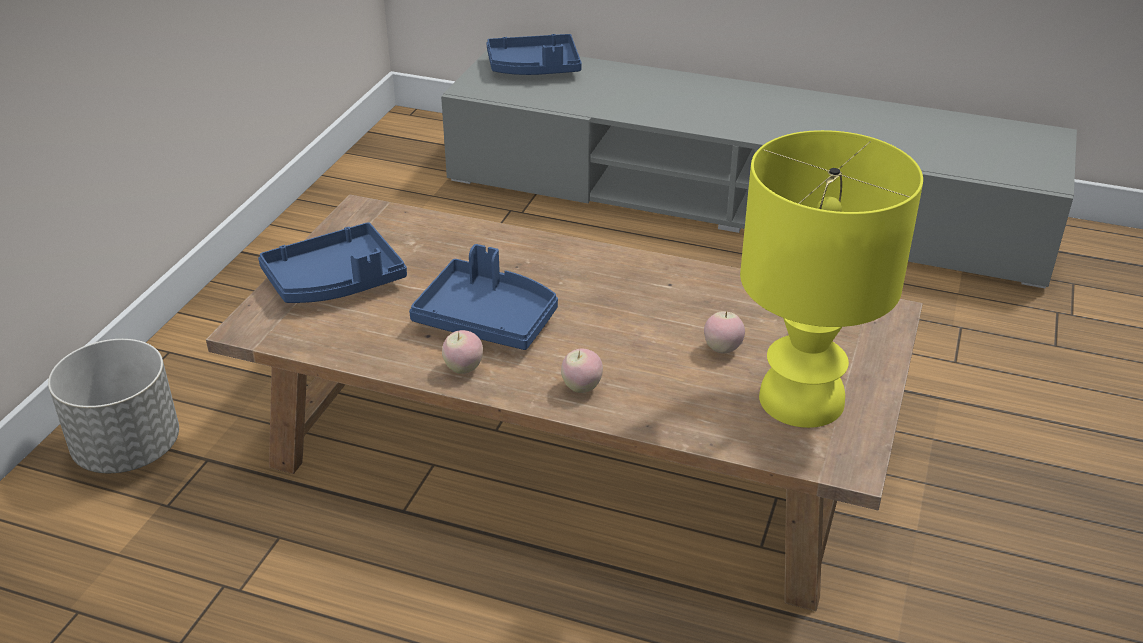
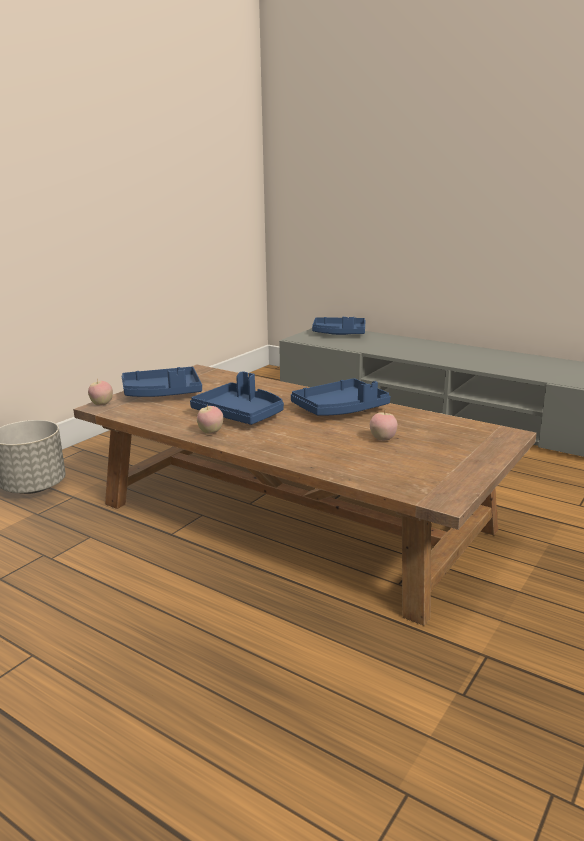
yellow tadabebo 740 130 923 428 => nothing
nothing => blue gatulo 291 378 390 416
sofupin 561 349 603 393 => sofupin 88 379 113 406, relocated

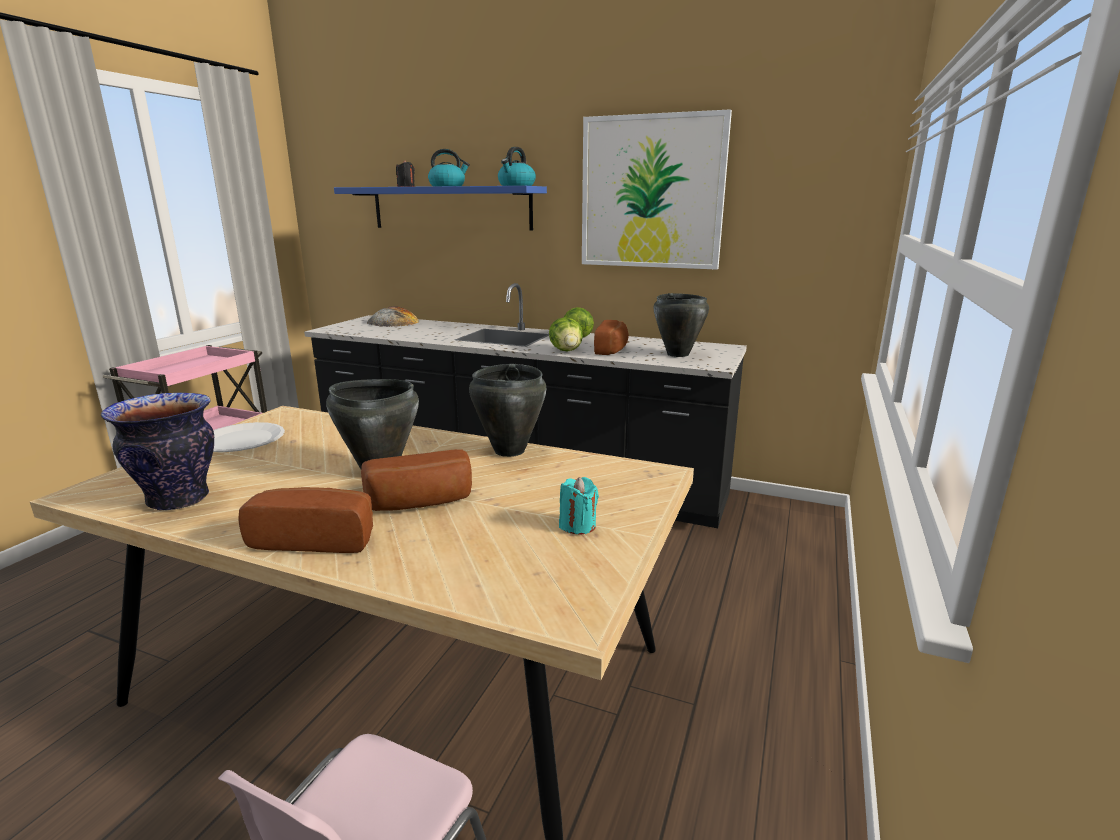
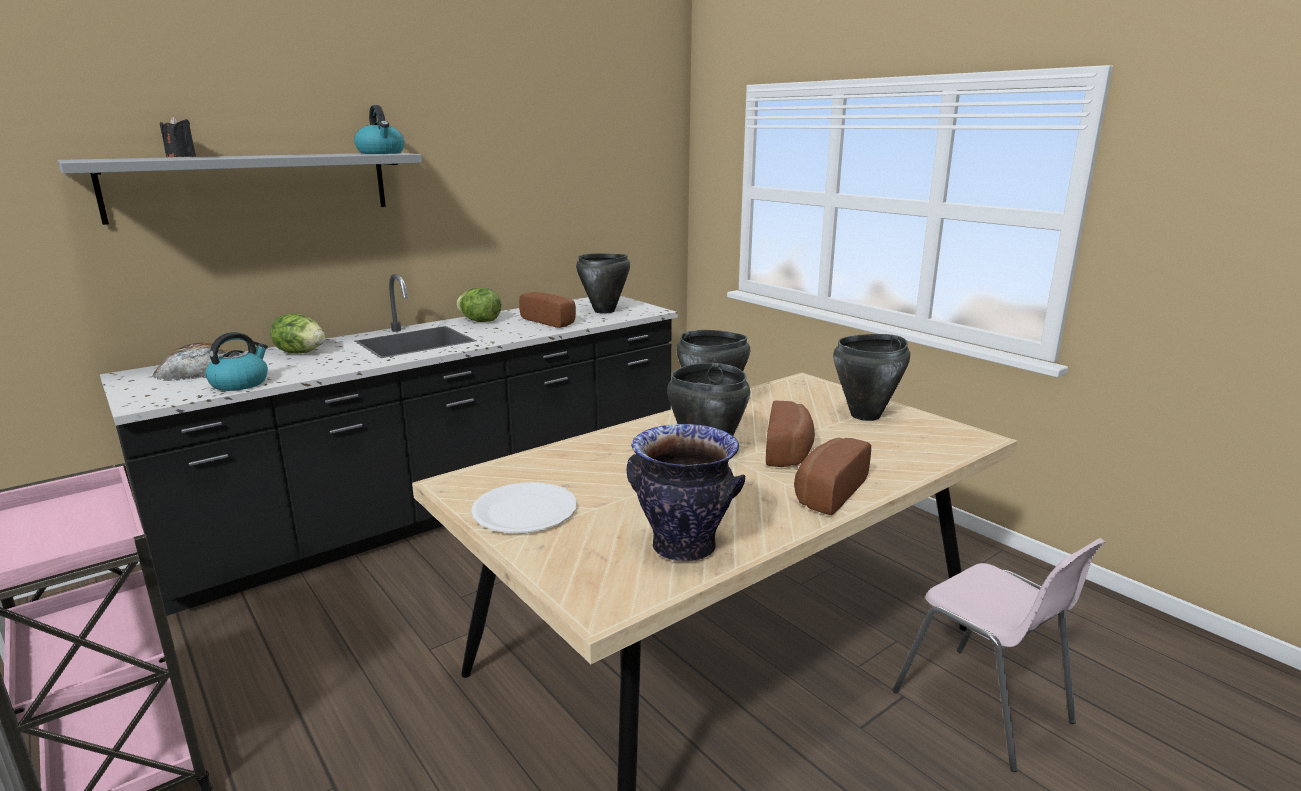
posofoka 582 109 732 270 => nothing
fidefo 428 149 470 186 => fidefo 205 332 268 391, relocated
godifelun 549 317 583 352 => godifelun 270 314 325 353, relocated
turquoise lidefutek 559 477 599 535 => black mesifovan 833 334 910 421
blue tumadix 334 186 547 231 => grey tumadix 57 153 422 225

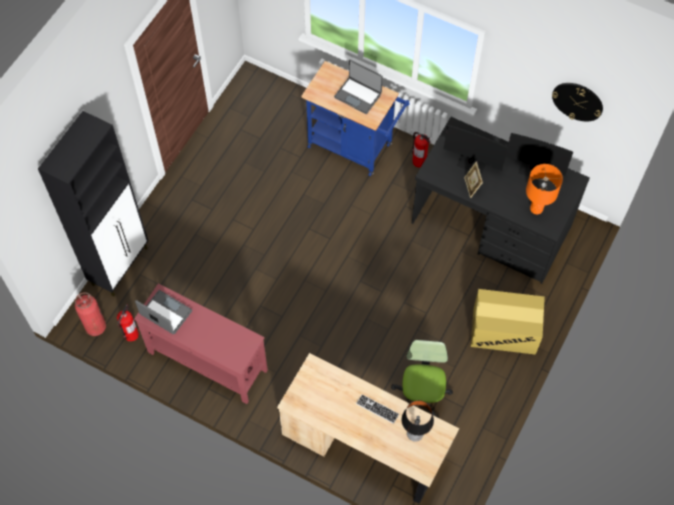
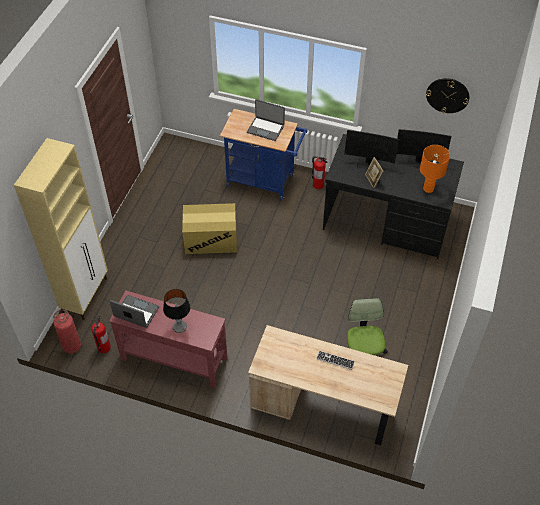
tadabebo 402 400 434 442 => tadabebo 163 289 190 333, relocated
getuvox 471 289 545 355 => getuvox 182 203 237 254, relocated
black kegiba 38 111 148 297 => beige kegiba 14 138 108 320

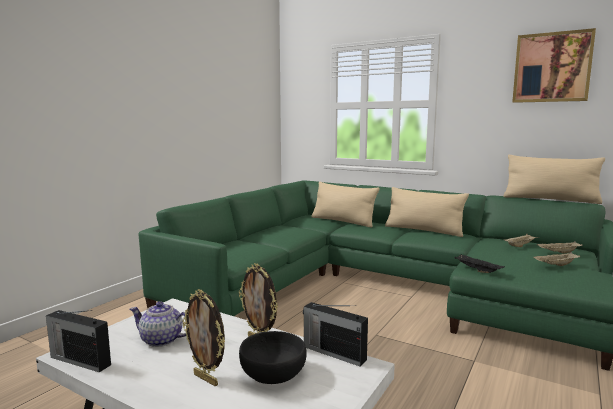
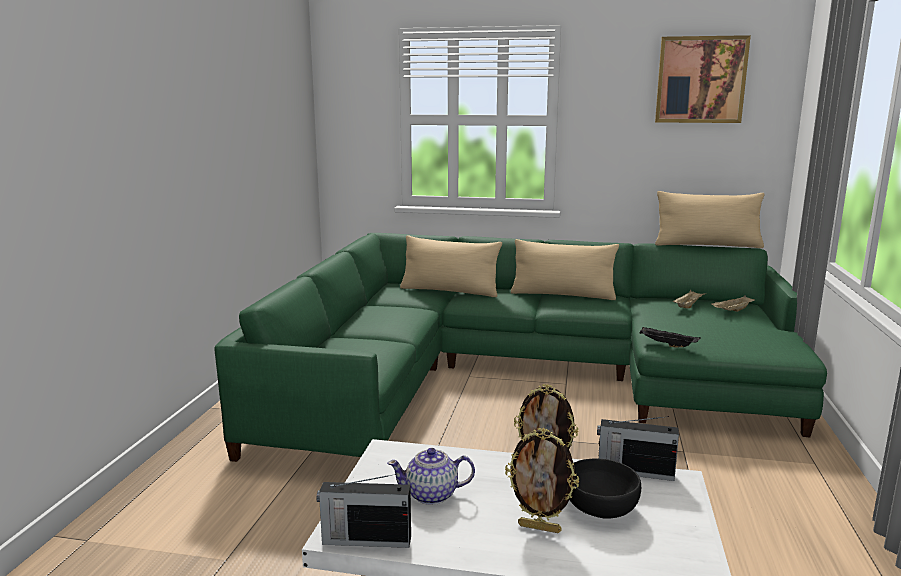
beige gatulo 533 252 580 266 => nothing

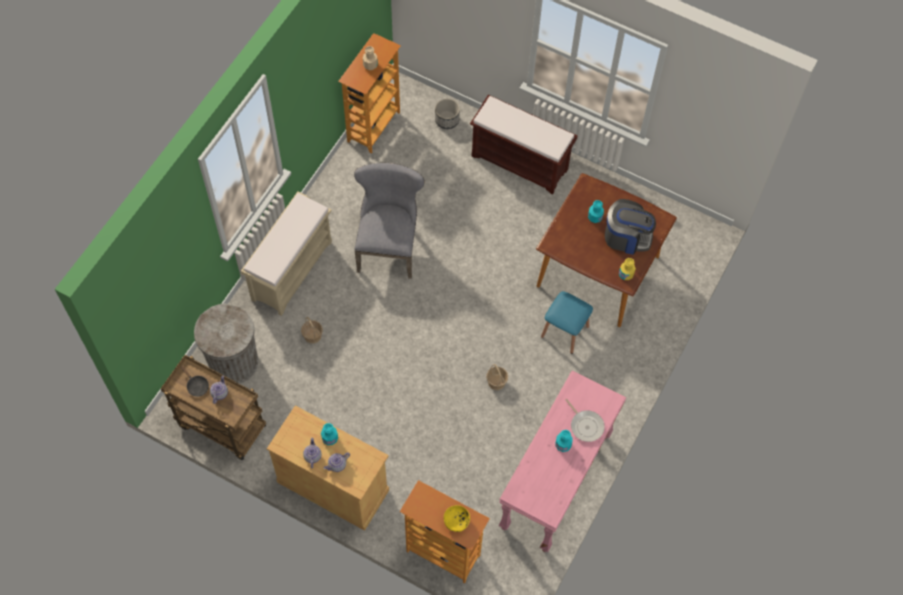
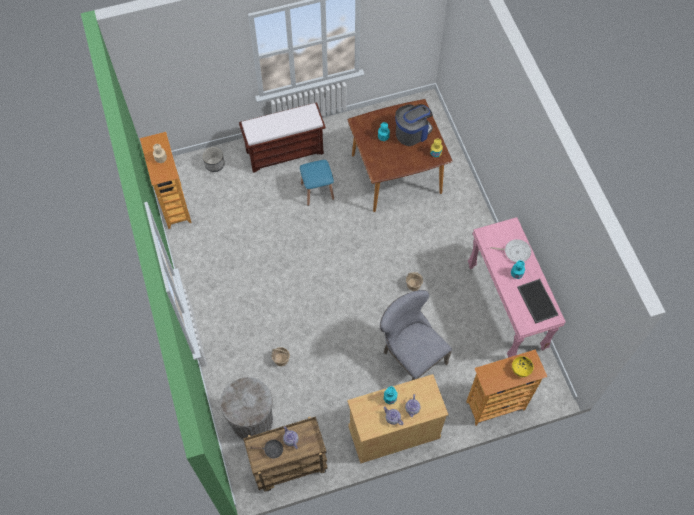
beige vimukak 241 192 332 316 => nothing
nothing => gatulo 517 279 559 323
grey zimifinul 354 163 424 279 => grey zimifinul 380 290 452 380, relocated
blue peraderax 541 291 593 354 => blue peraderax 300 160 334 206, relocated

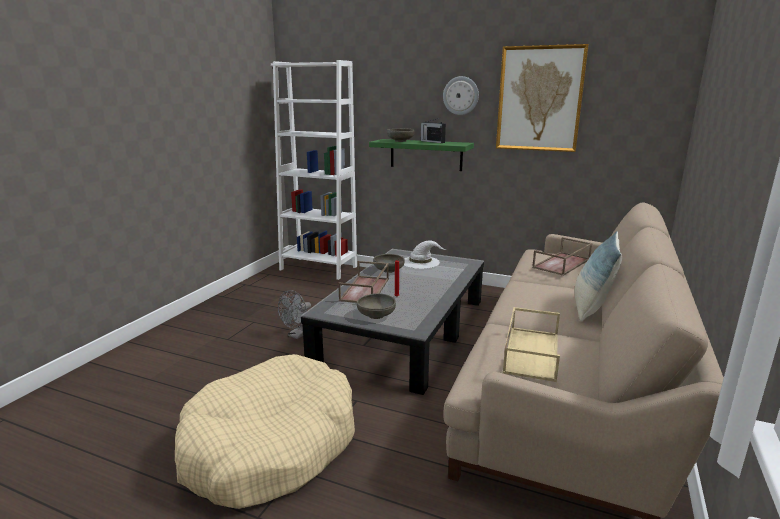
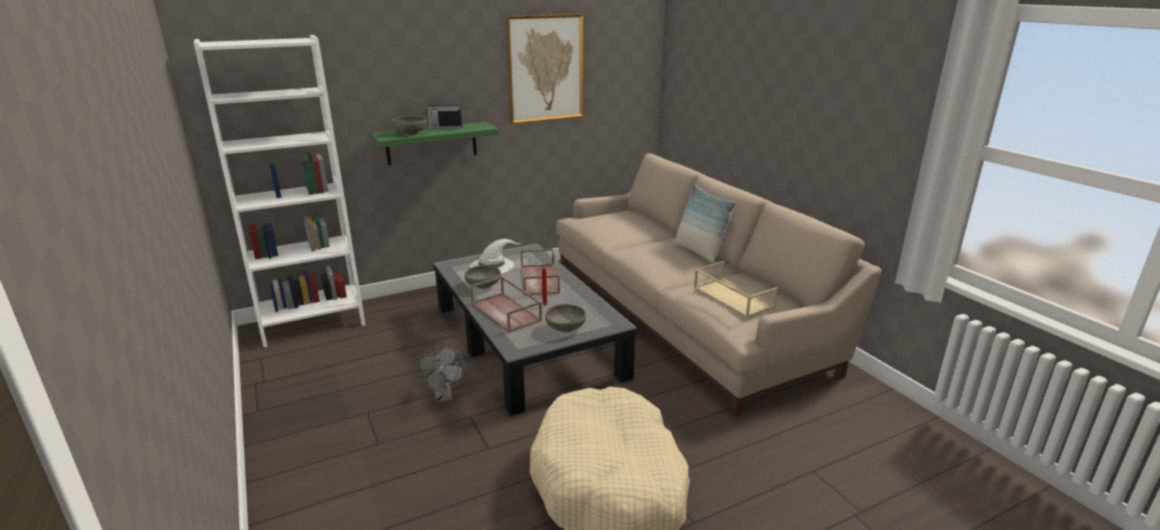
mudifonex 443 76 479 115 => nothing
brown gatulo 532 237 592 276 => brown gatulo 521 249 560 296, relocated

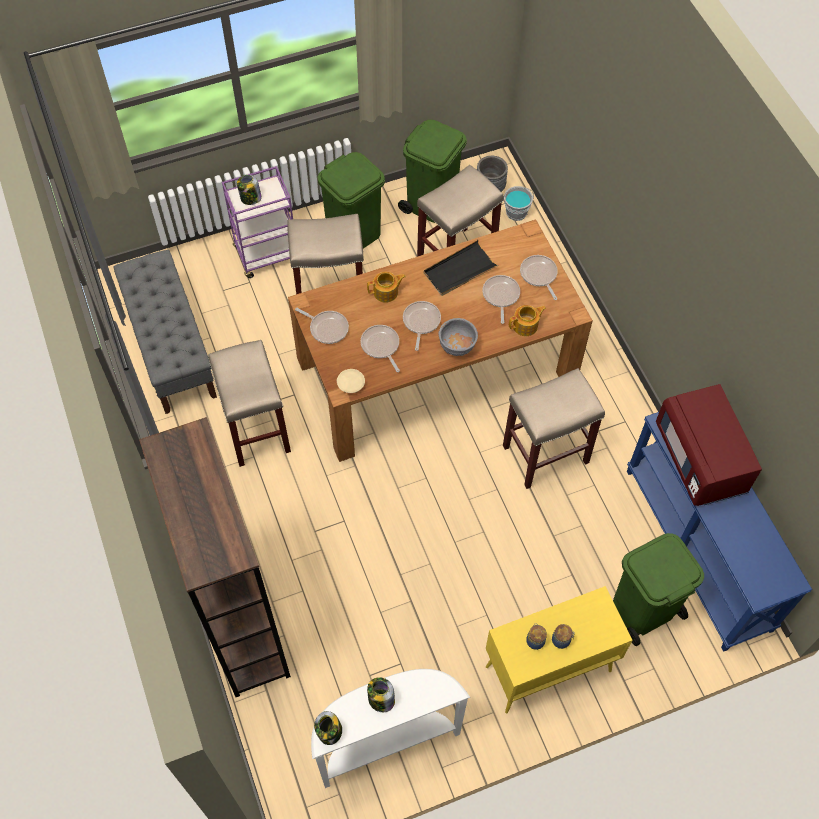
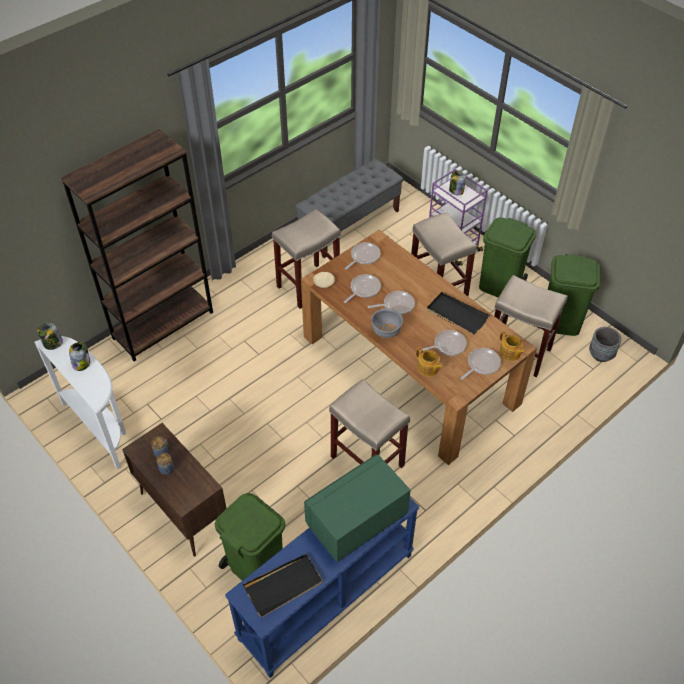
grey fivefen 503 186 534 221 => nothing
nothing => black gatulo 243 554 323 617
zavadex 367 272 406 303 => zavadex 499 331 526 361, relocated
yellow kegiba 486 586 633 713 => brown kegiba 122 423 227 557
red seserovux 656 384 762 506 => green seserovux 304 454 411 563
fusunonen 295 308 349 344 => fusunonen 345 242 380 270, 150 degrees counterclockwise

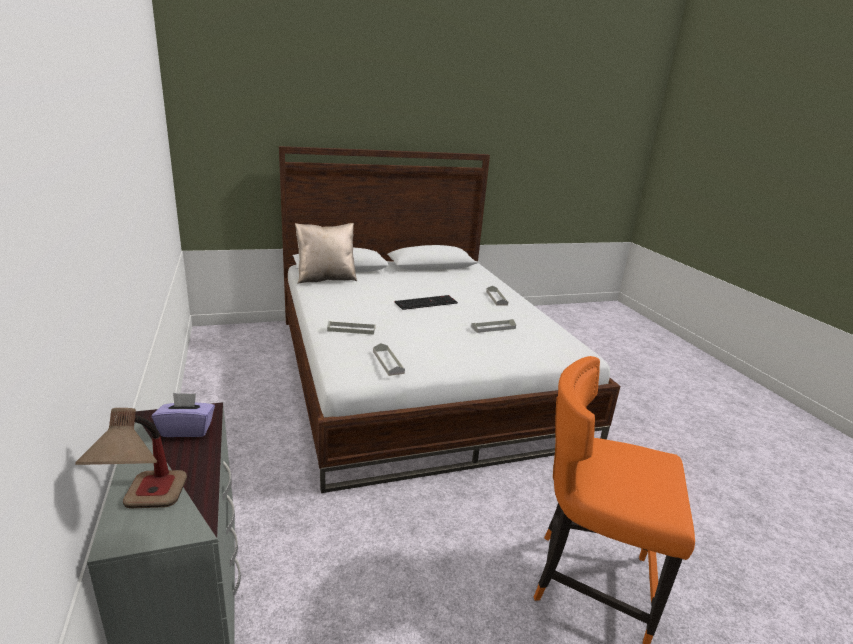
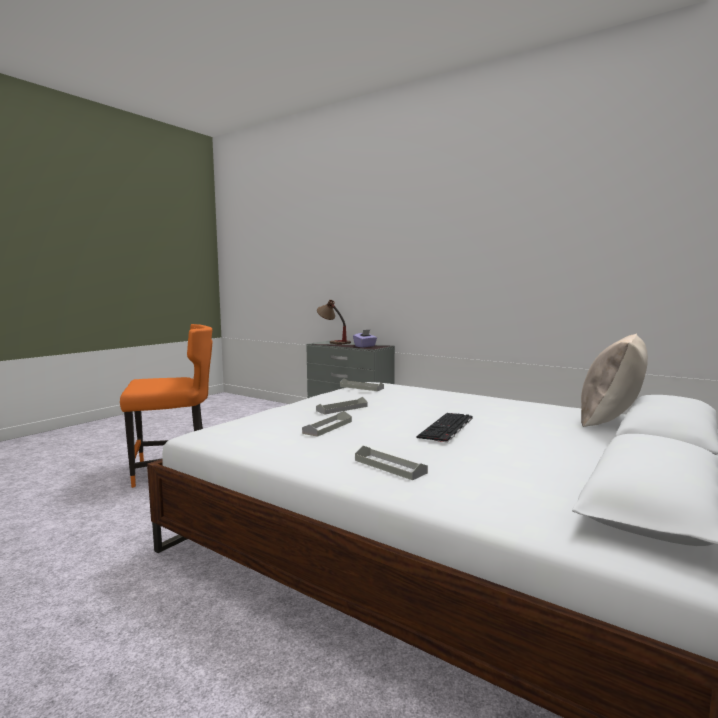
grey gatulo 327 321 376 335 => grey gatulo 316 397 367 414, relocated

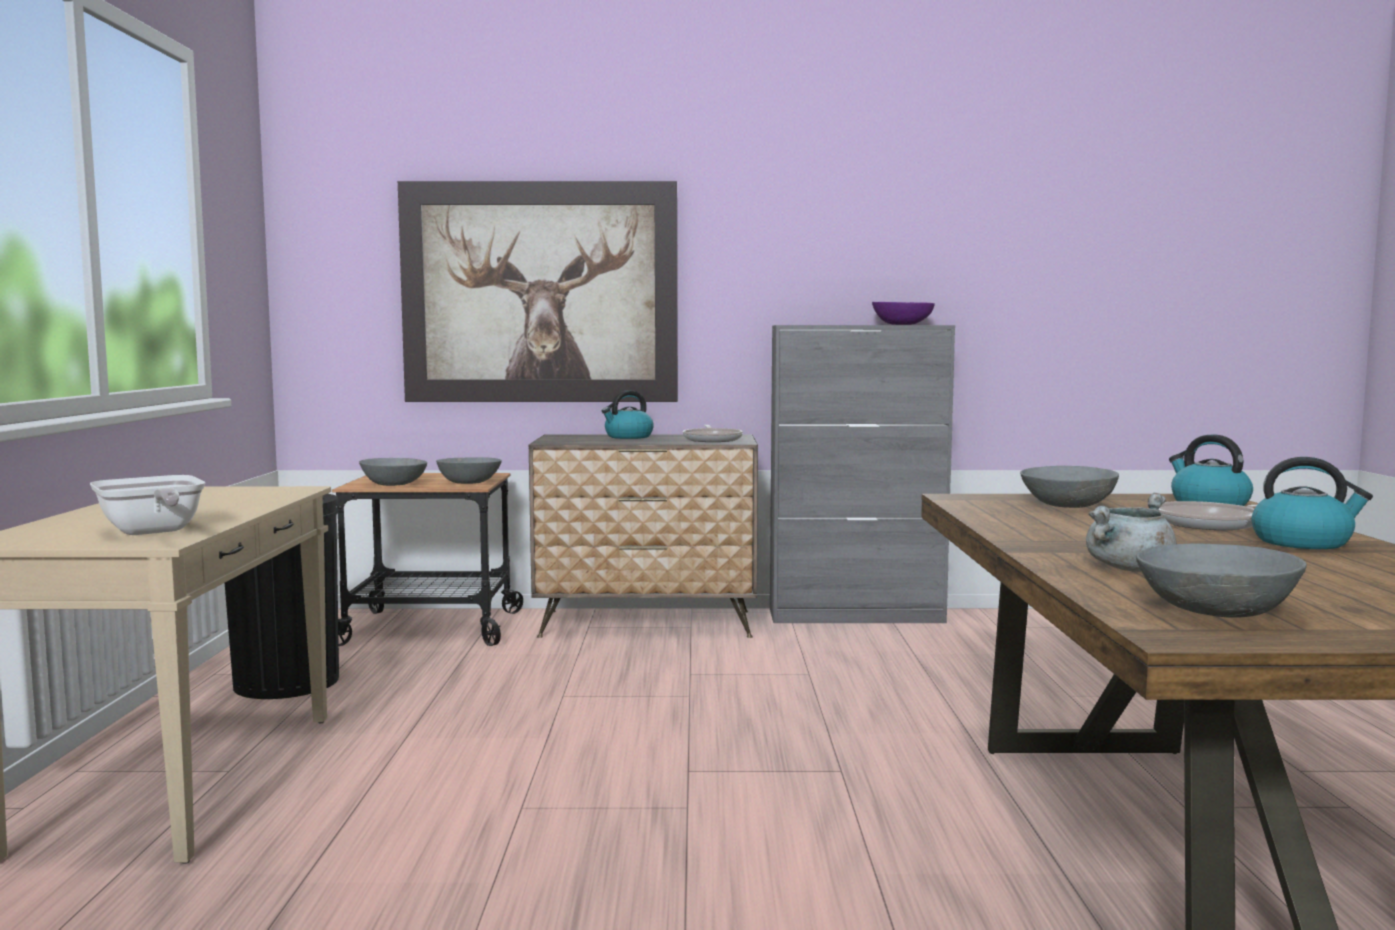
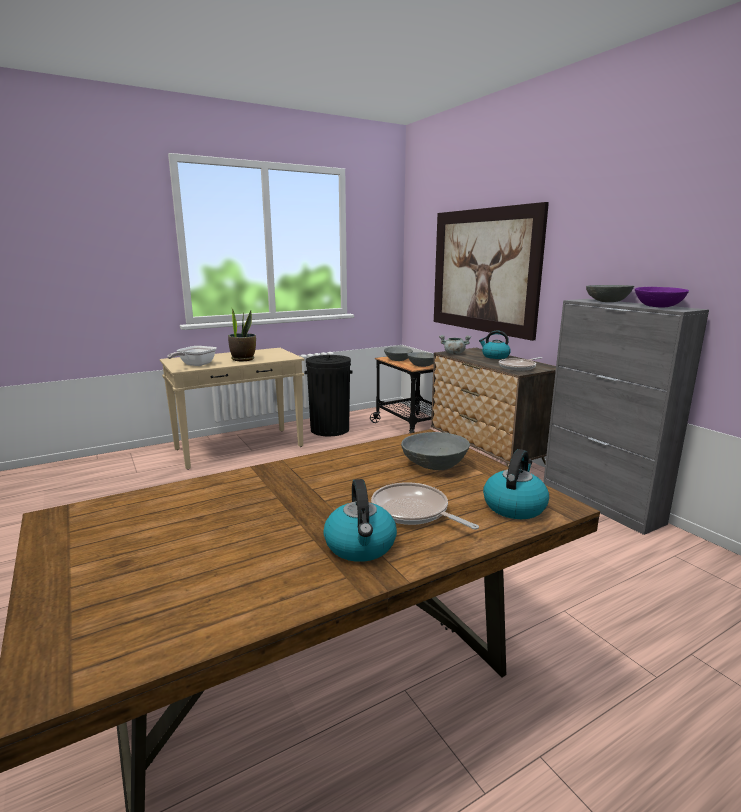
nothing => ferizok 228 307 256 361
grey mesifovan 1086 493 1177 572 => grey mesifovan 439 335 471 354, relocated
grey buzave 1136 544 1307 618 => grey buzave 586 285 634 302, relocated

